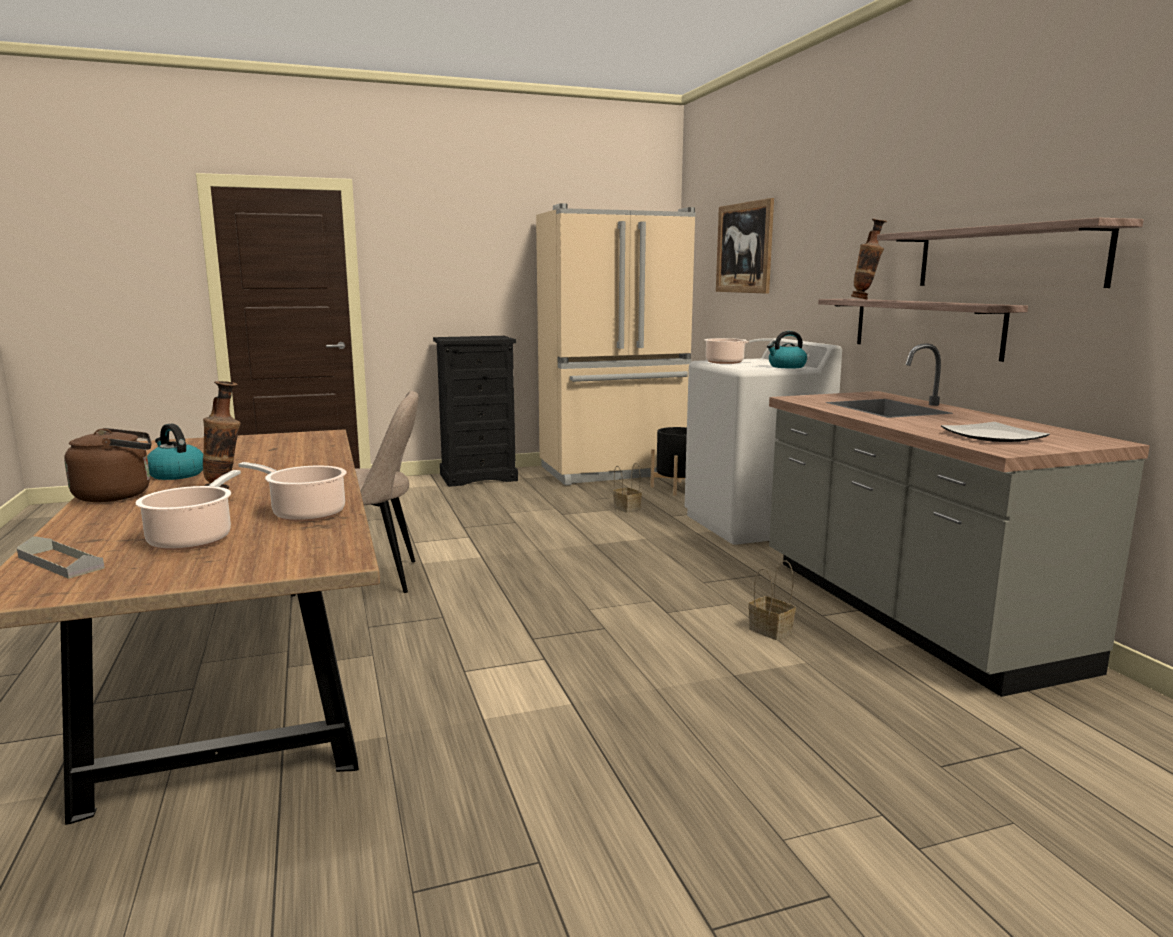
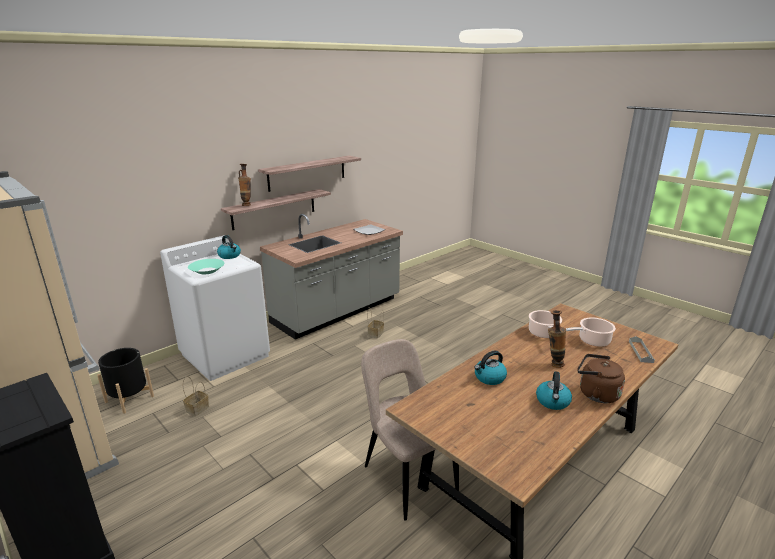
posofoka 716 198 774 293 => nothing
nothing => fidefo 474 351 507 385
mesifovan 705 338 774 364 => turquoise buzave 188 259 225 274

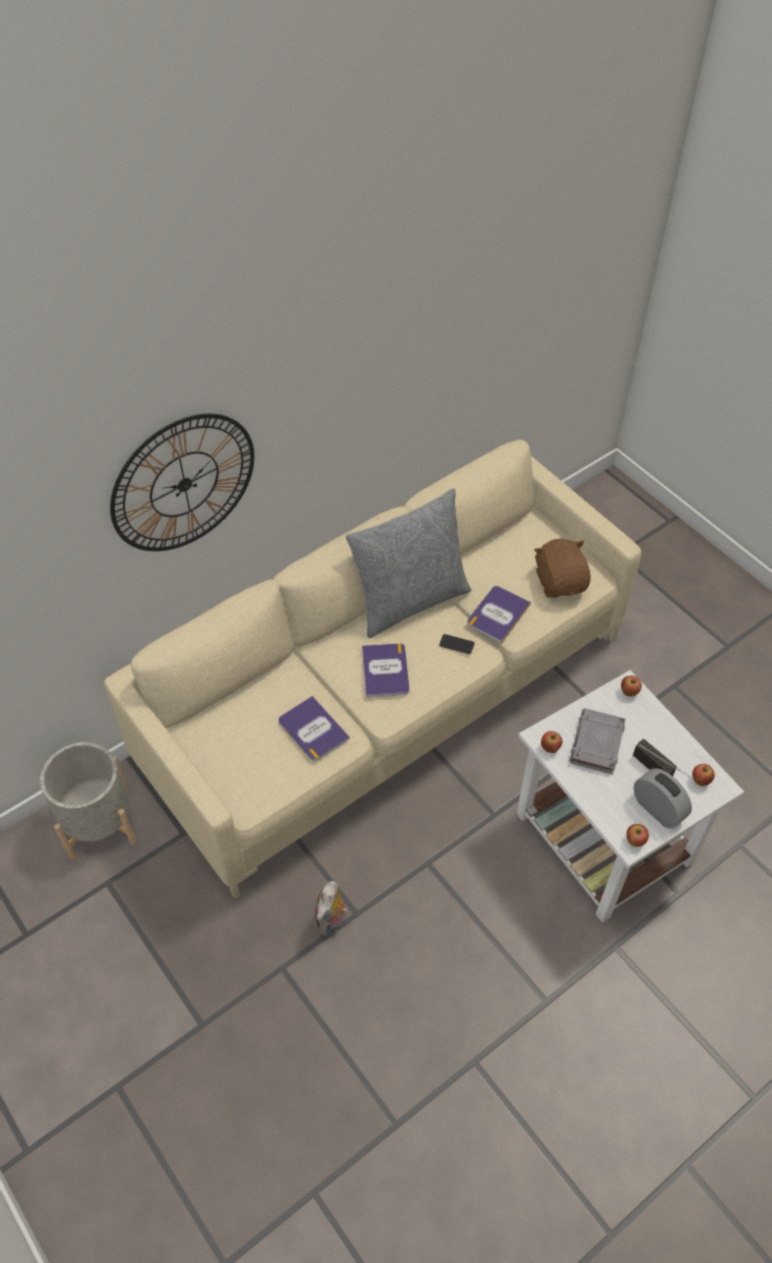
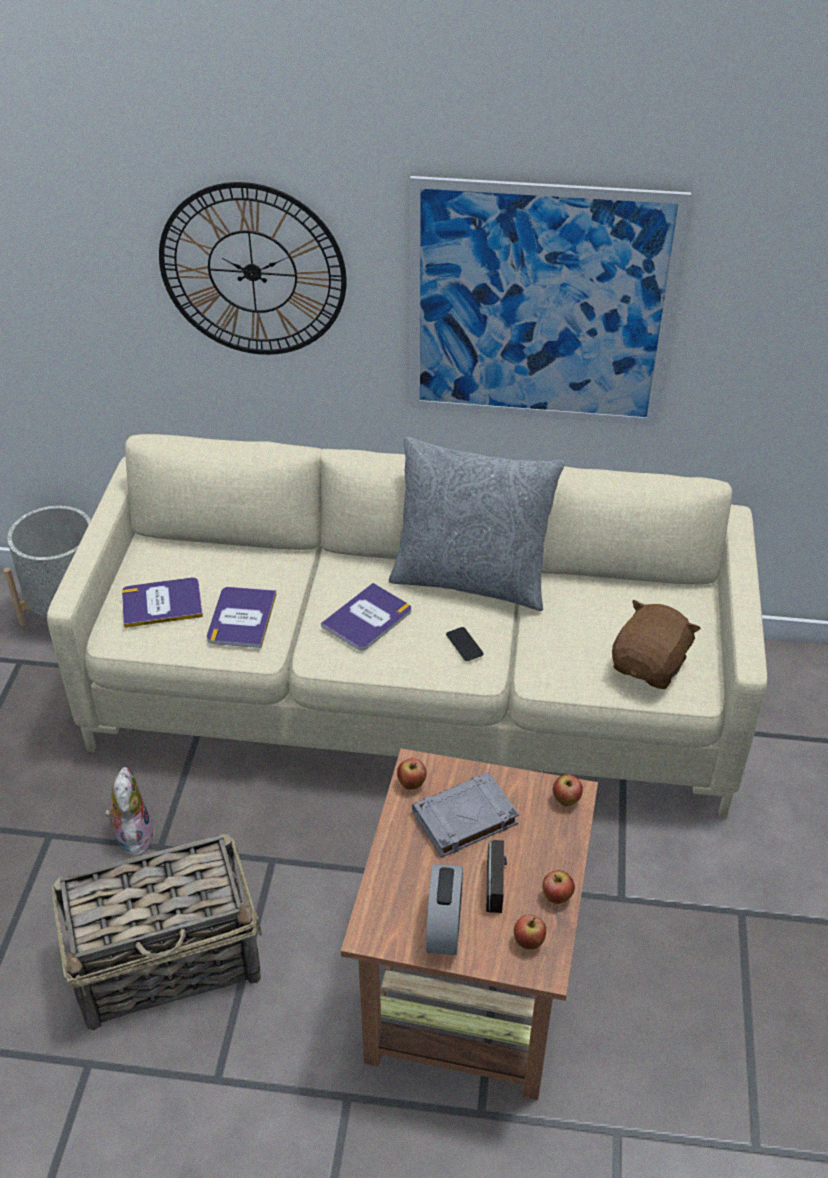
nothing => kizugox 52 834 262 1031
nothing => posofoka 410 176 691 426
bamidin 467 586 531 643 => bamidin 122 577 203 628, relocated
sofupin 626 824 649 847 => sofupin 542 870 575 904, relocated
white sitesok 516 670 744 923 => brown sitesok 341 749 598 1100
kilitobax 315 881 348 936 => kilitobax 105 767 155 856, 105 degrees clockwise

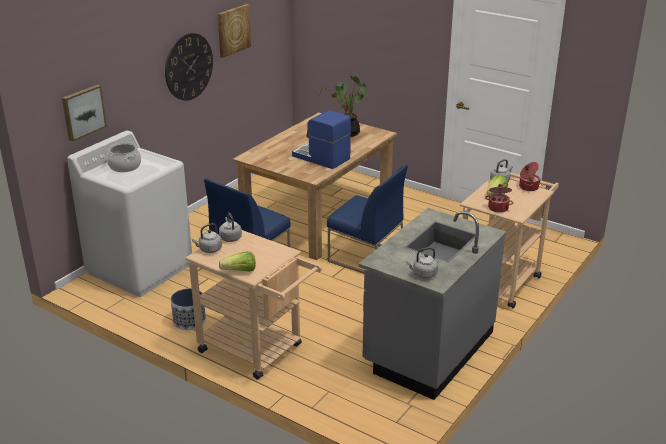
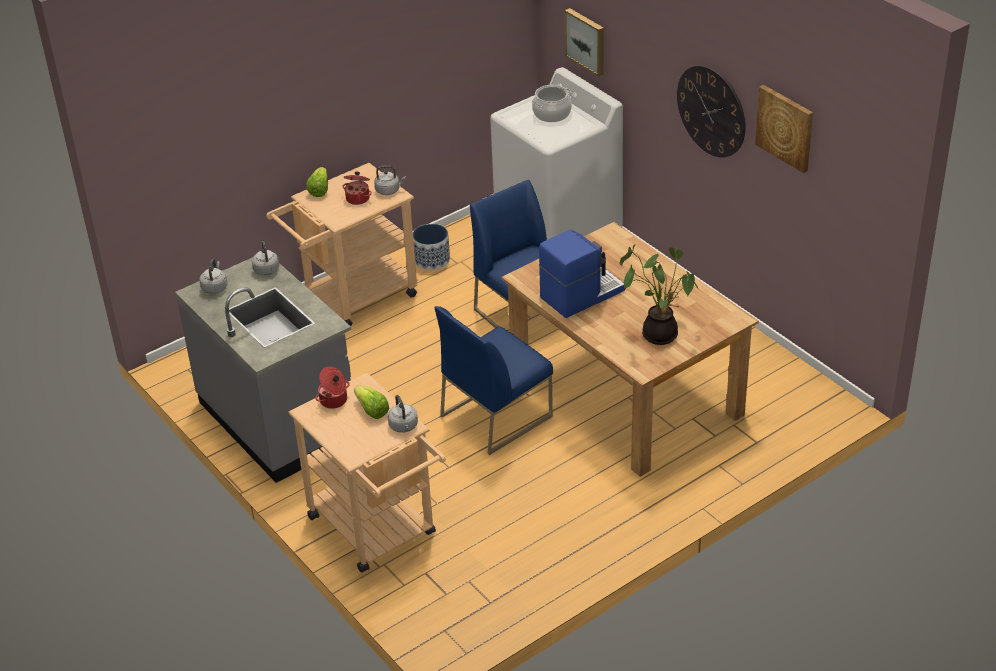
grey fidefo 192 223 222 253 => grey fidefo 252 241 279 276, relocated
mesifovan 519 162 541 191 => mesifovan 342 172 372 205, relocated

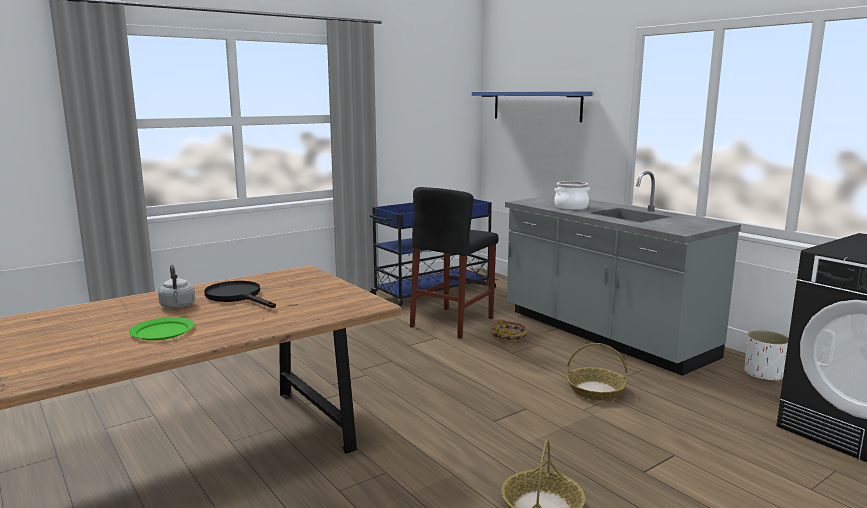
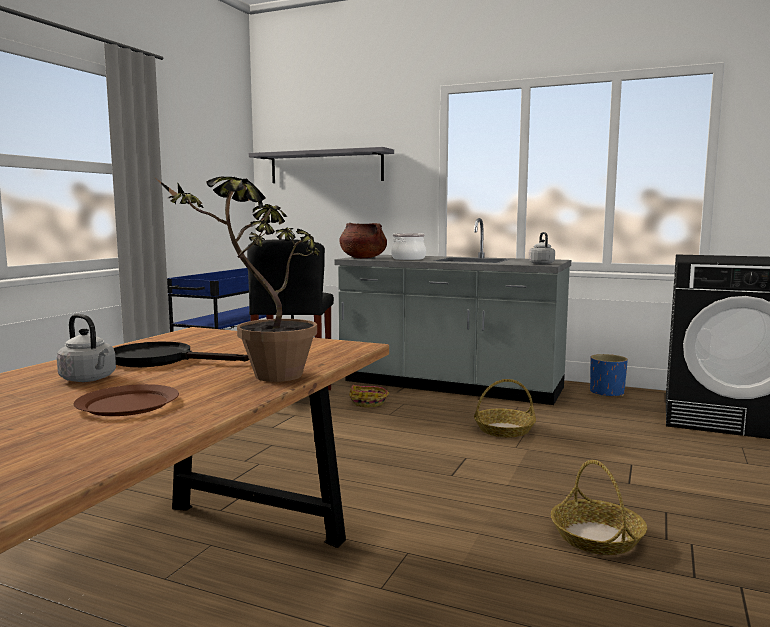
nothing => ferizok 157 177 320 382
nothing => brown mesifovan 339 223 387 258
nothing => grey fidefo 529 232 555 265
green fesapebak 129 317 194 340 => brown fesapebak 74 384 179 416
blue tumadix 472 92 593 122 => grey tumadix 249 147 394 183
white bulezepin 745 330 789 382 => blue bulezepin 590 354 628 397

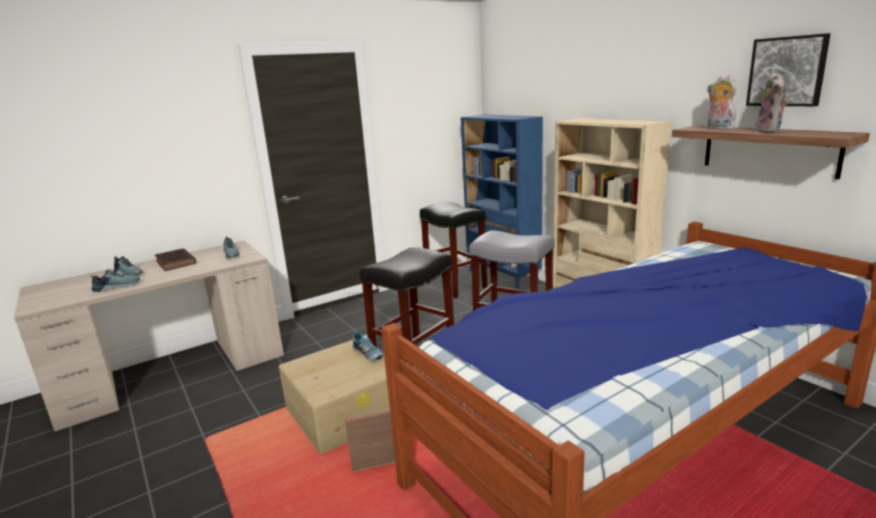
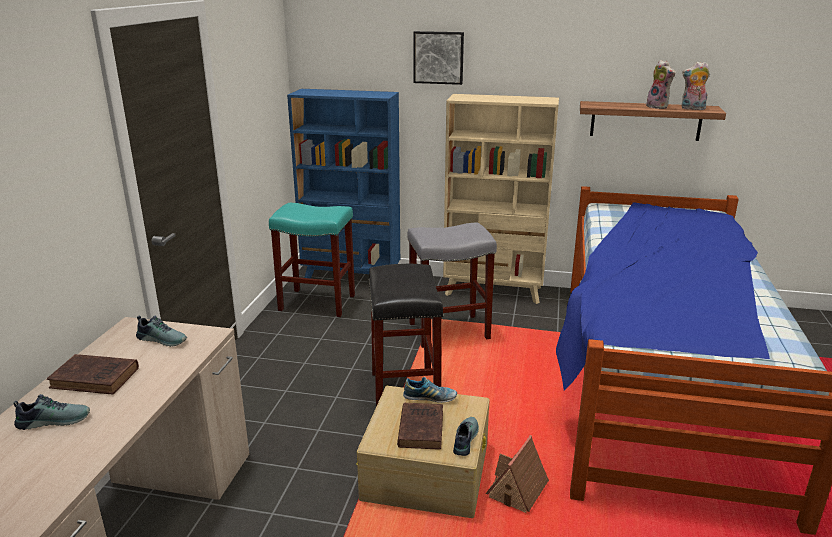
nothing => brown bamidin 397 403 443 449
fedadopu 91 269 140 292 => fedadopu 453 417 479 456, relocated
kilitobax 707 74 736 130 => kilitobax 682 62 710 110, relocated
posofoka 746 33 831 106 => posofoka 414 31 464 85, relocated
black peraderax 420 202 487 298 => turquoise peraderax 269 203 355 317

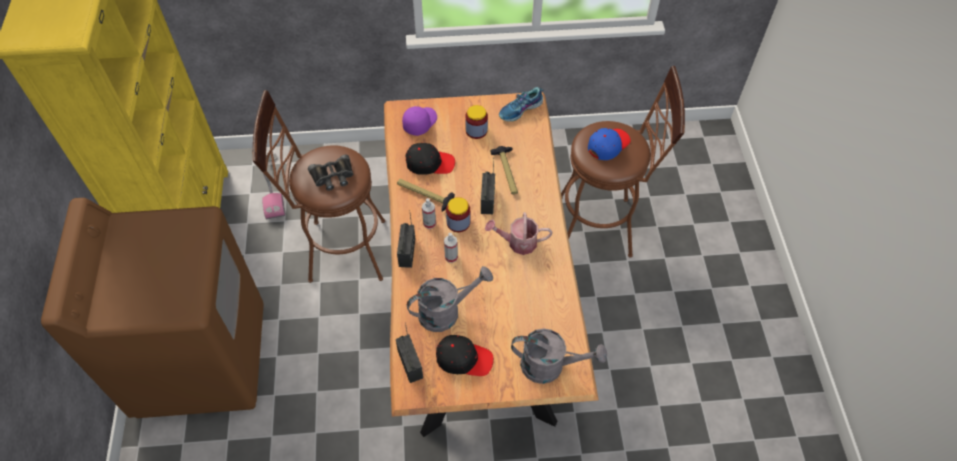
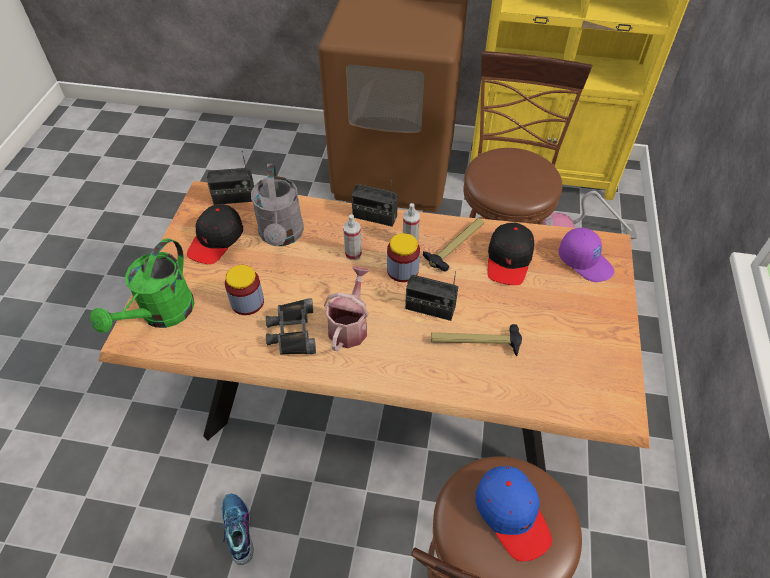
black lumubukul 308 155 353 191 => black lumubukul 266 298 316 355, relocated
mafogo 465 105 488 139 => mafogo 225 265 264 315, relocated
fedadopu 499 87 544 122 => fedadopu 217 493 254 565, relocated
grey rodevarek 511 328 607 384 => green rodevarek 90 238 195 333

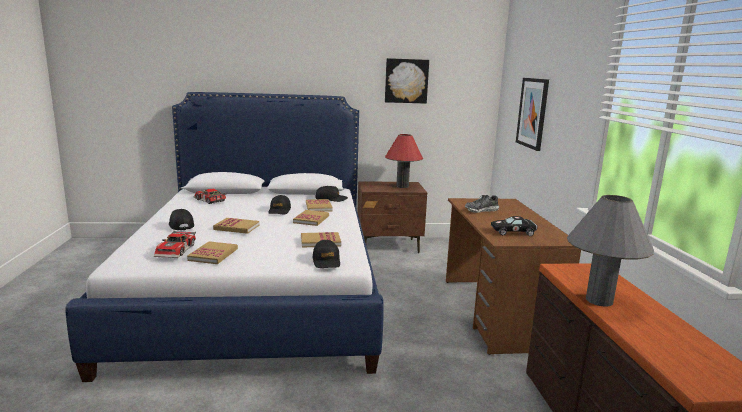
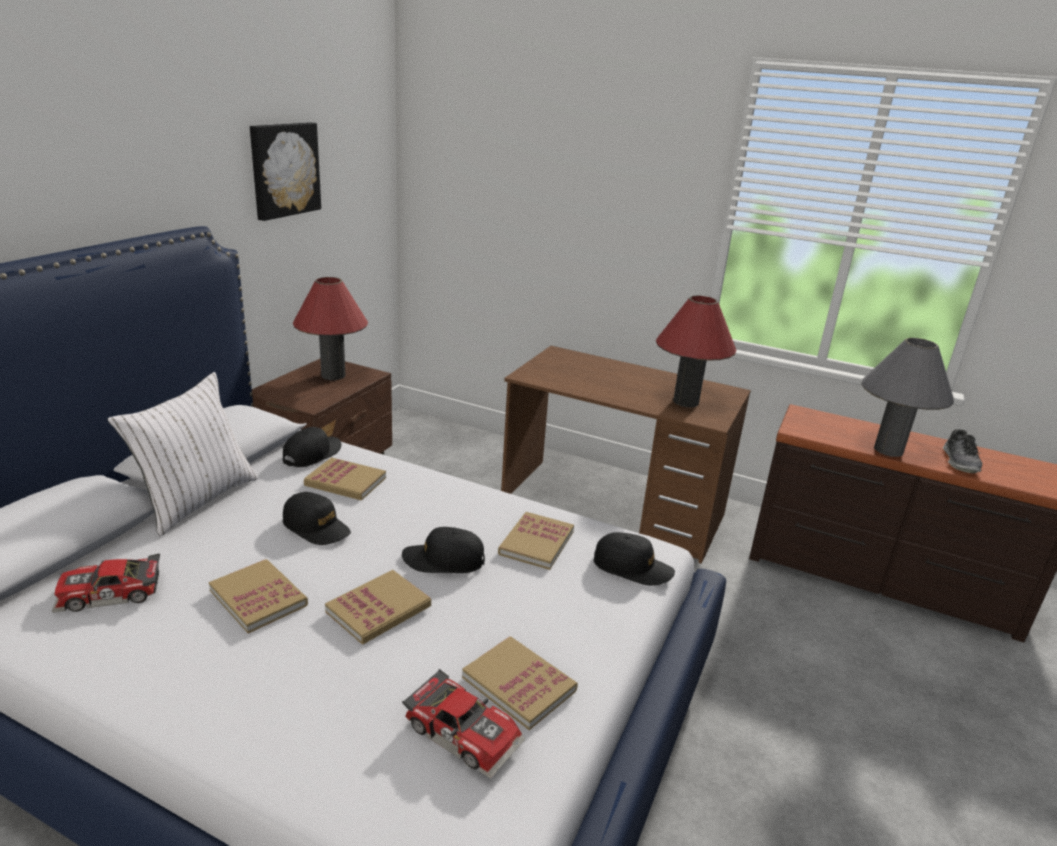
posofoka 516 78 549 151 => nothing
nothing => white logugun 107 372 258 537
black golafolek 169 209 194 230 => black golafolek 402 527 485 573, relocated
bamidin 293 210 329 226 => bamidin 209 559 308 633, relocated
fedadopu 465 195 499 213 => fedadopu 943 429 982 473, relocated
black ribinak 491 216 537 236 => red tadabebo 656 296 736 407

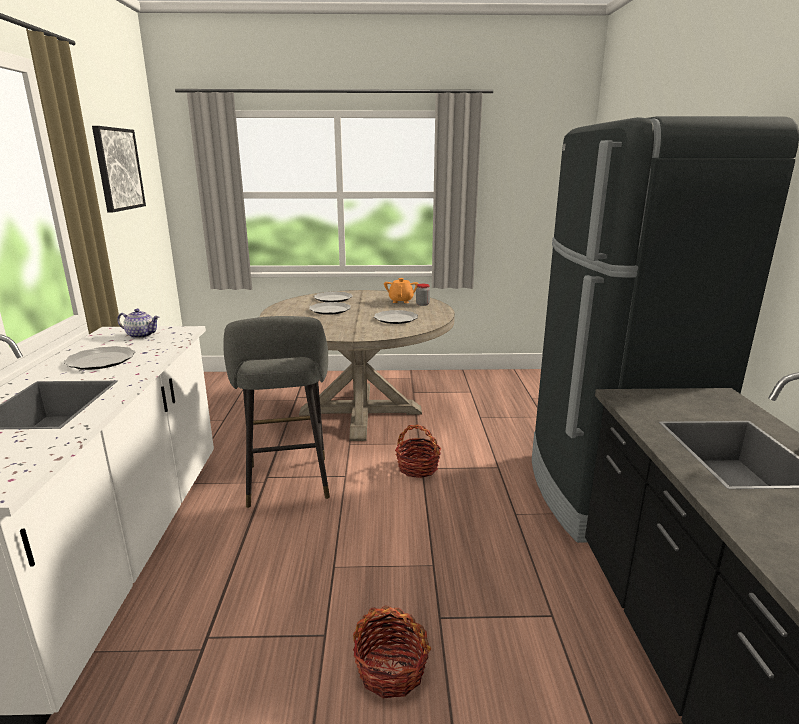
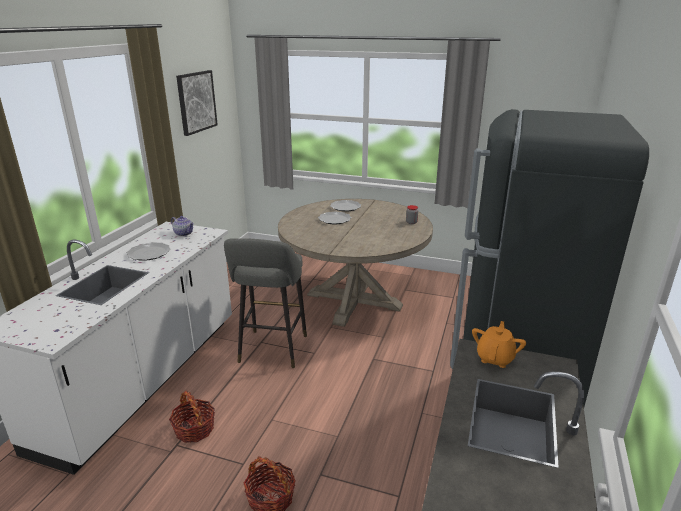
fesapebak 374 310 418 324 => nothing
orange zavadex 384 278 419 303 => orange zavadex 472 321 526 368, relocated
kizugox 395 424 442 478 => kizugox 169 390 215 443, relocated

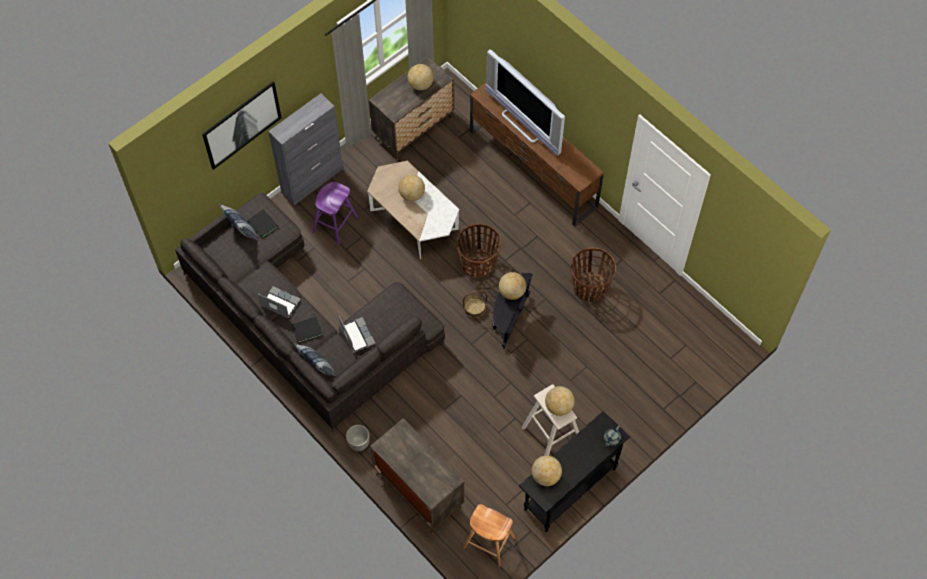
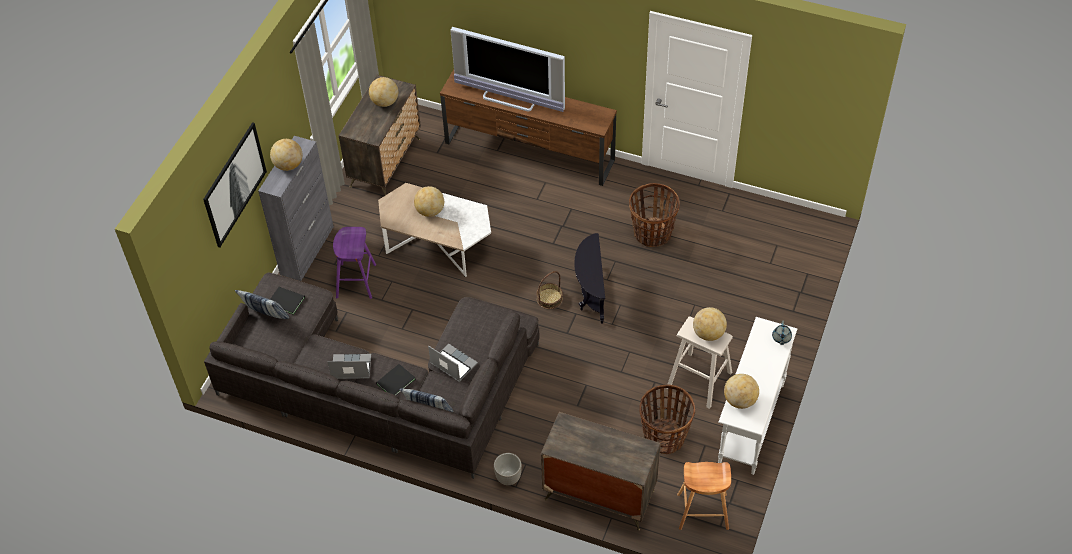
kizugox 457 224 501 278 => kizugox 639 384 695 454, relocated
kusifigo 499 272 526 300 => kusifigo 270 139 302 171, relocated
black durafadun 519 411 630 532 => white durafadun 718 317 797 475

